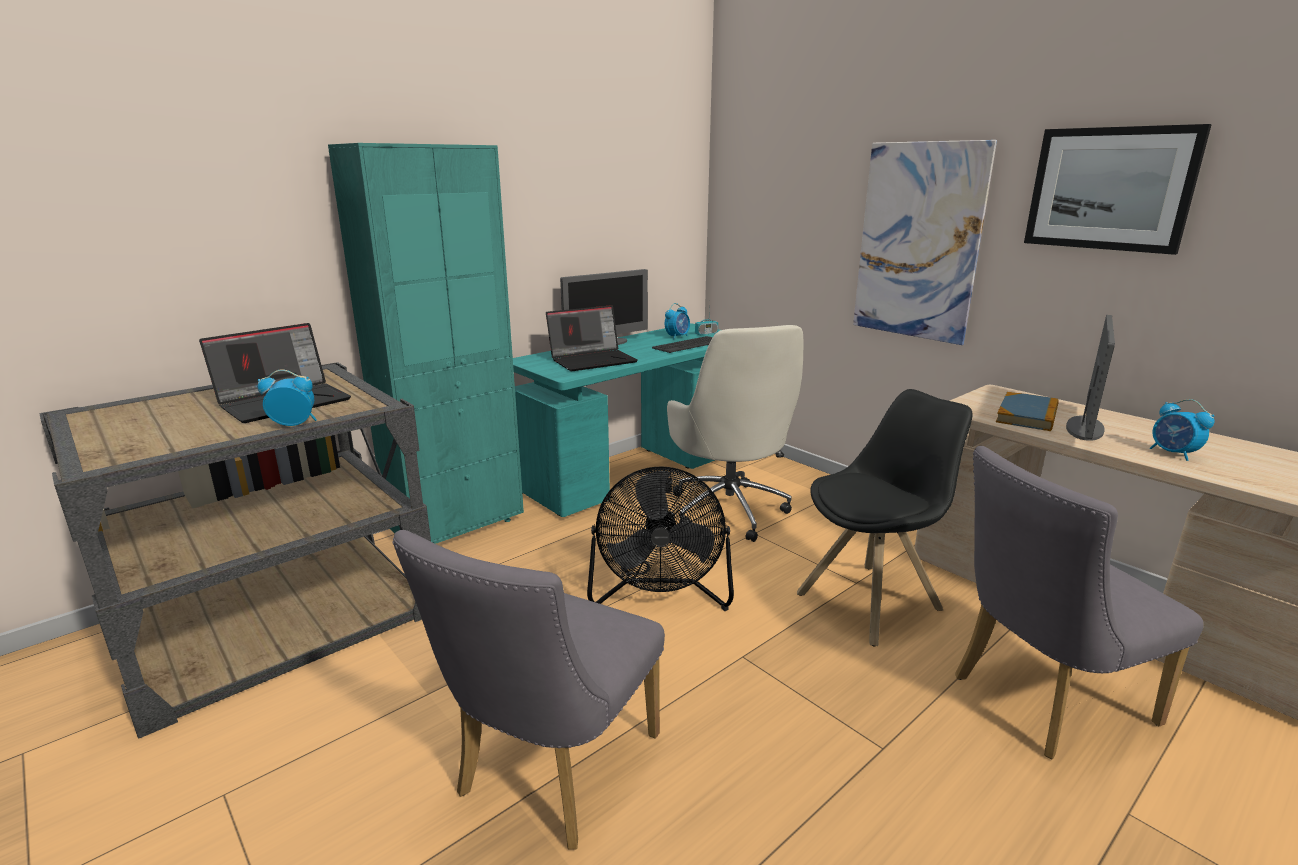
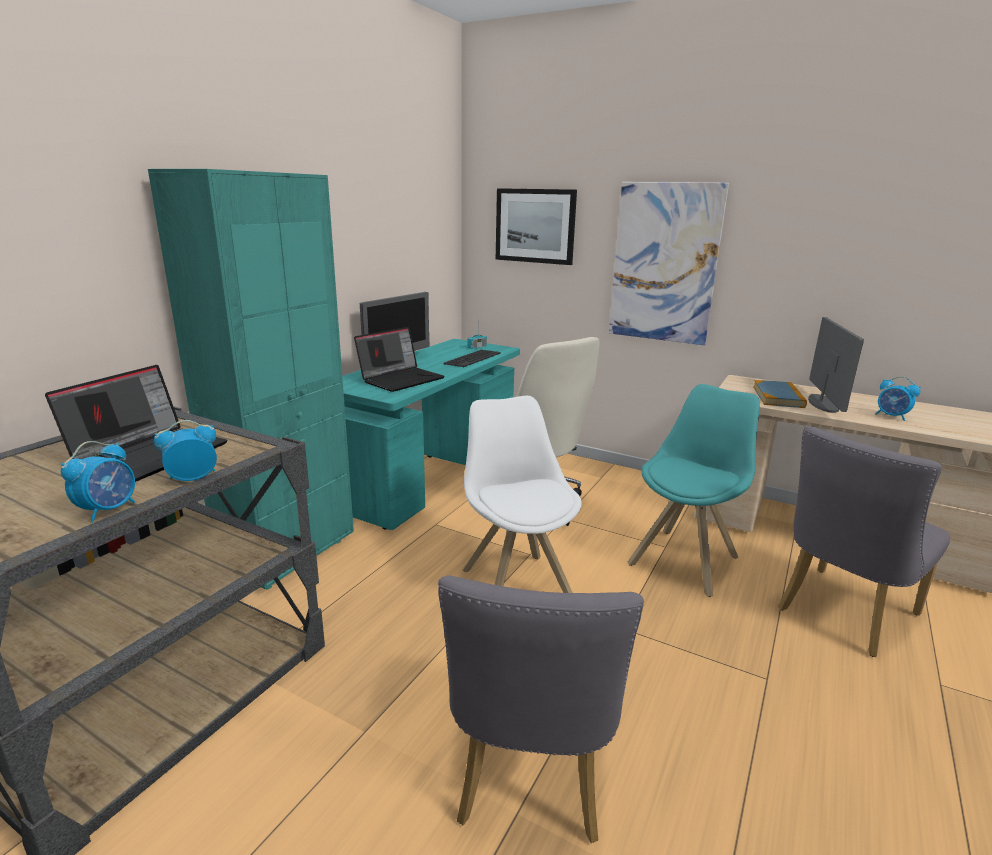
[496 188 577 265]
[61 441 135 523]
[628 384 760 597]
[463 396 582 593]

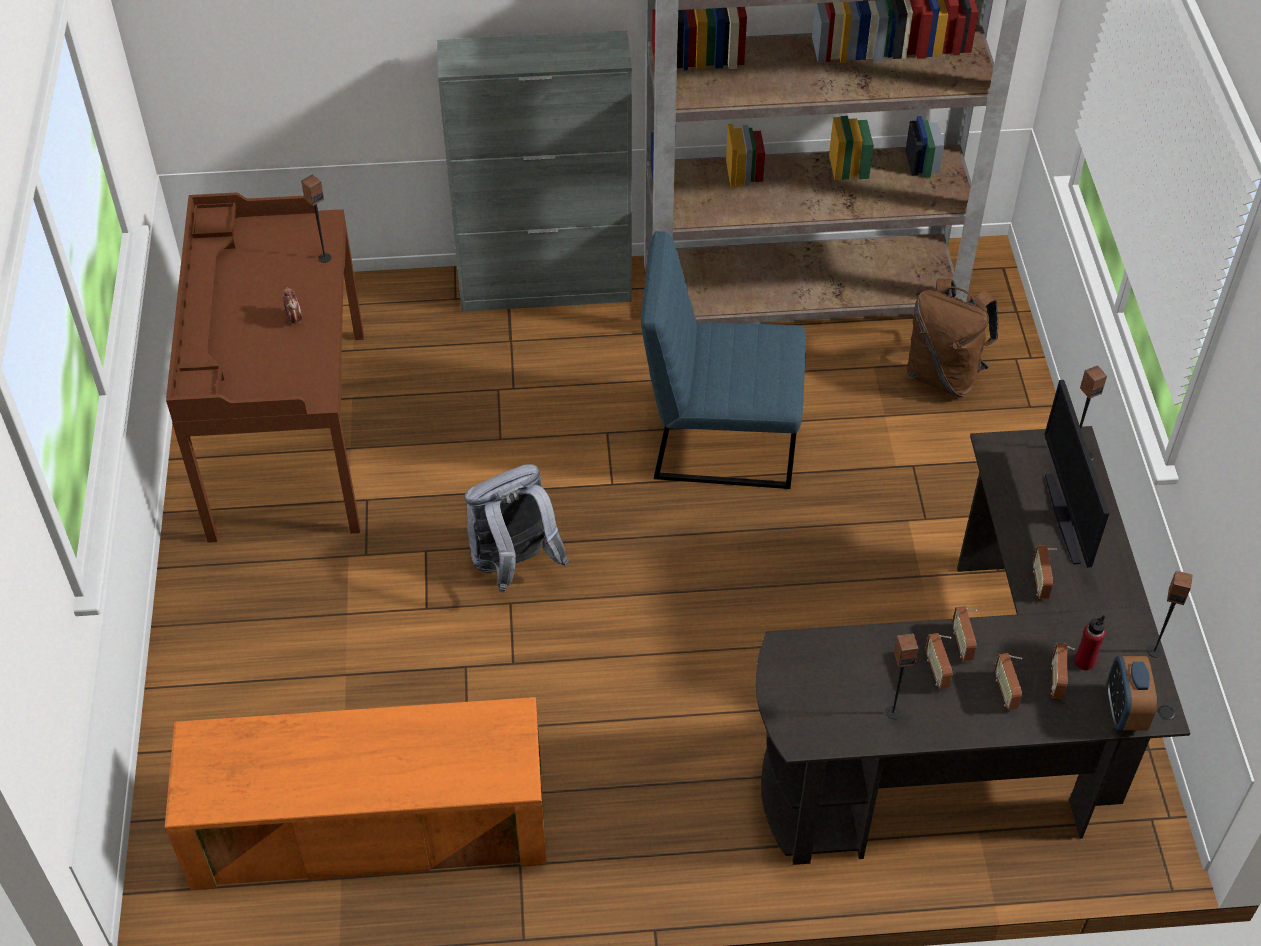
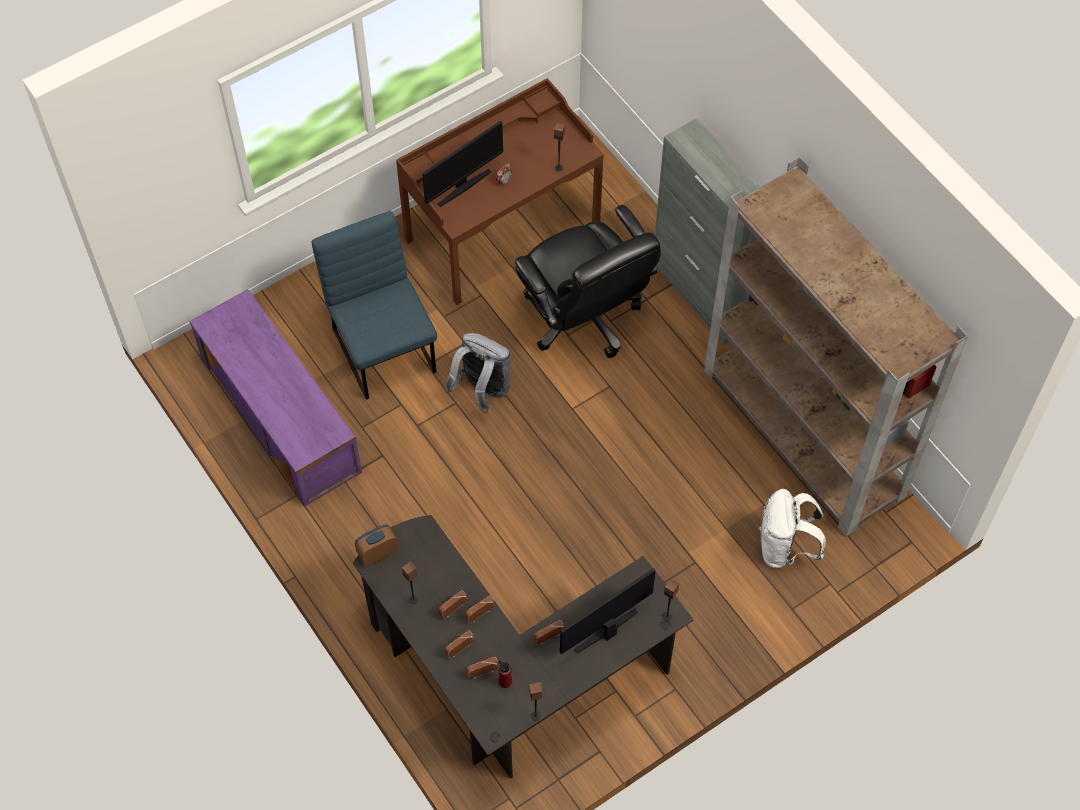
[312 211 437 400]
[759 489 826 568]
[355 525 398 566]
[189 289 362 507]
[422 121 503 207]
[515 205 661 358]

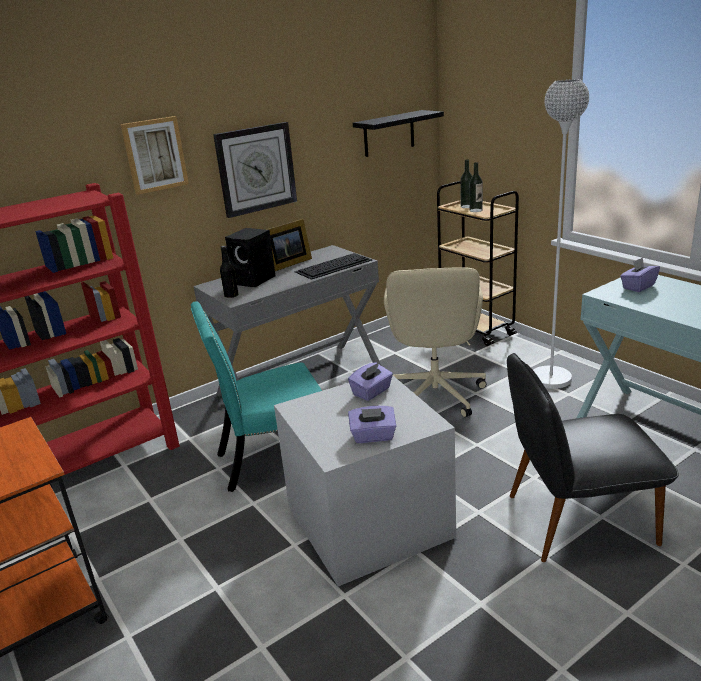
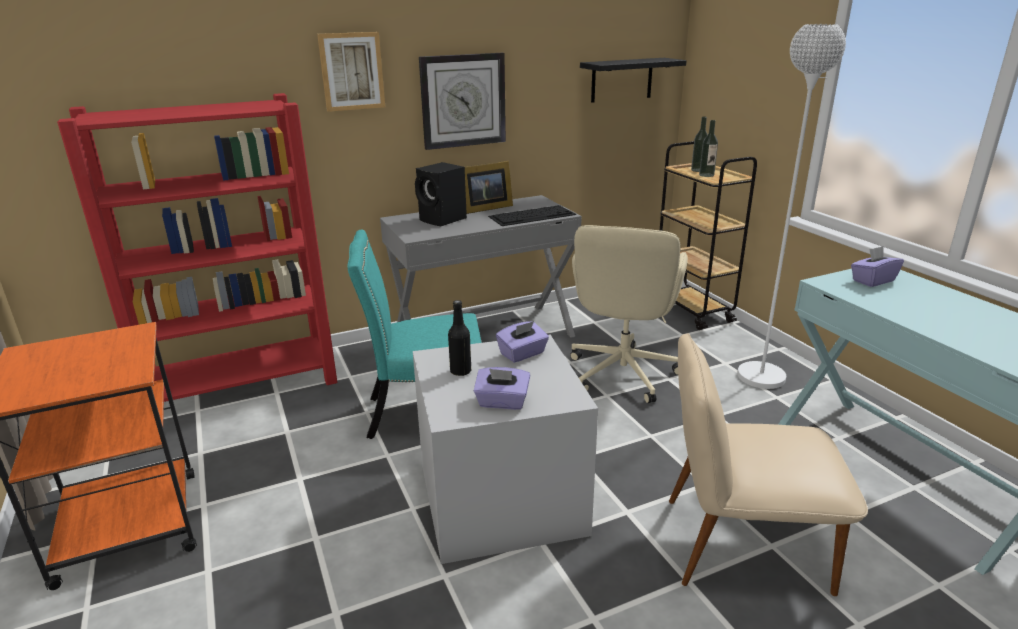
[448 300 471 376]
[669 333 868 596]

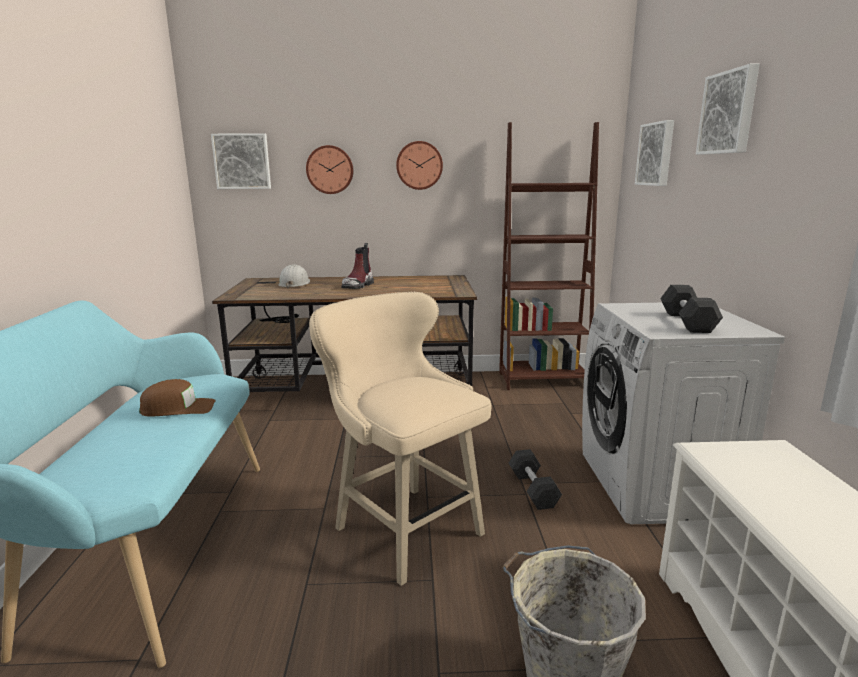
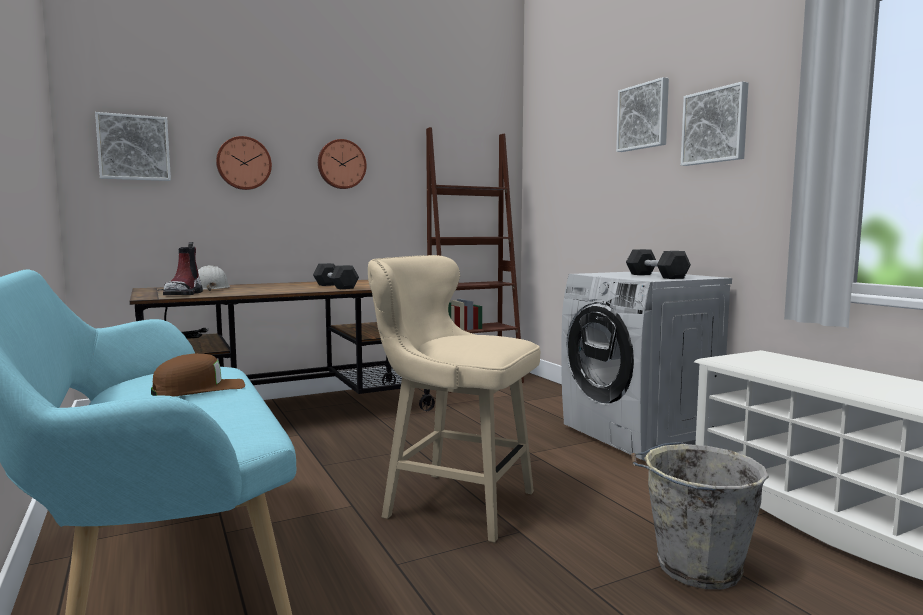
[681 81 748 166]
[163 242 203 295]
[313 263 359 289]

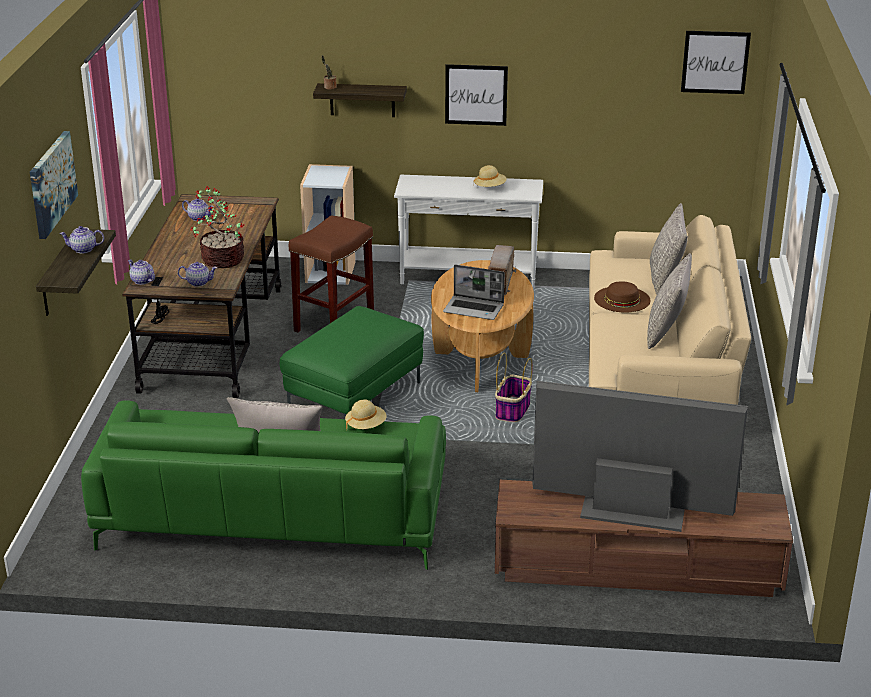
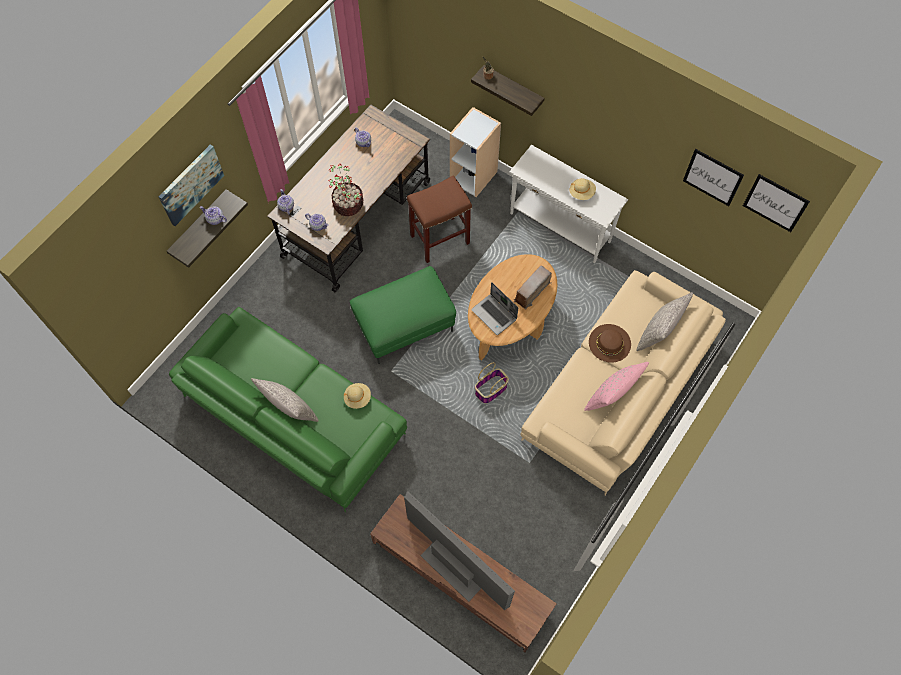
[683 149 744 206]
[584 362 649 411]

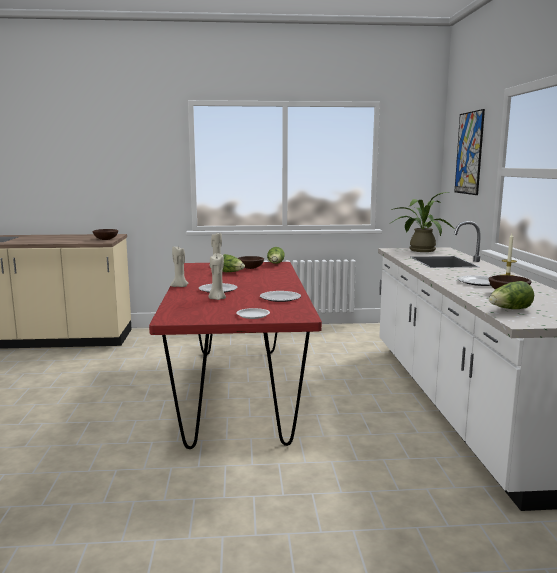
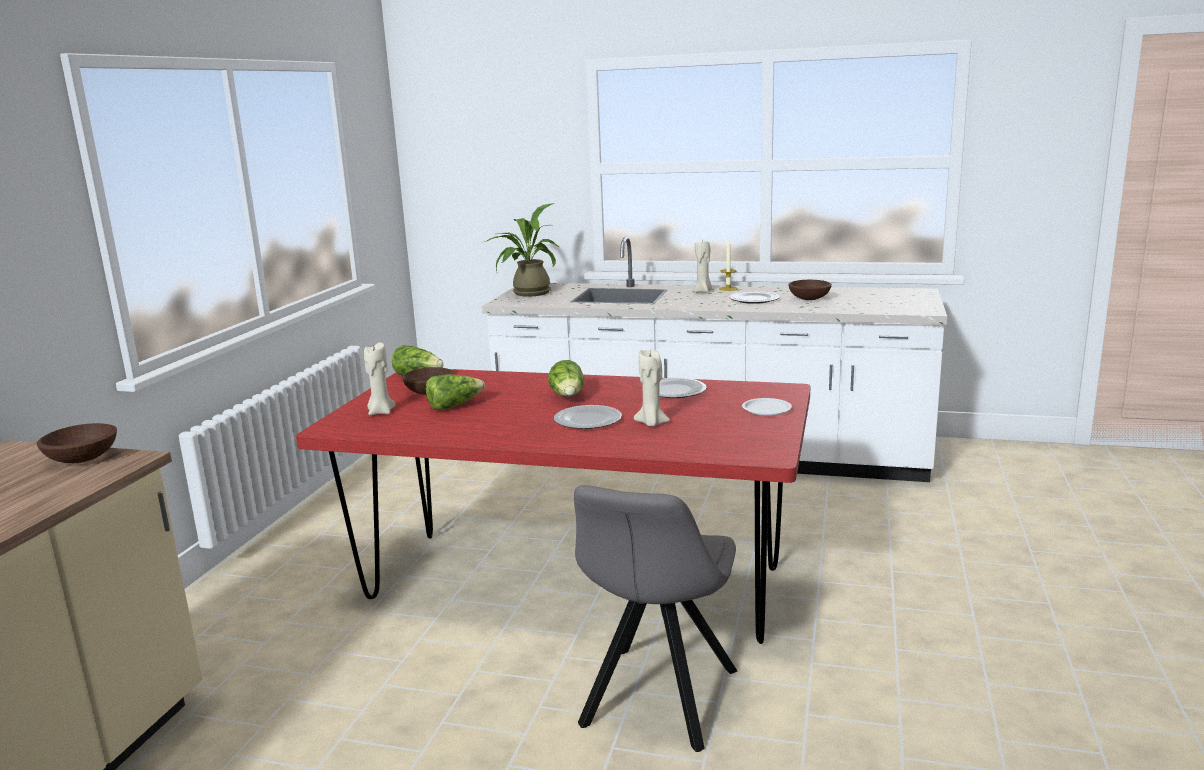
[454 109 485 195] (first image)
[694 239 712 293]
[548 360 585 397]
[574 485 737 752]

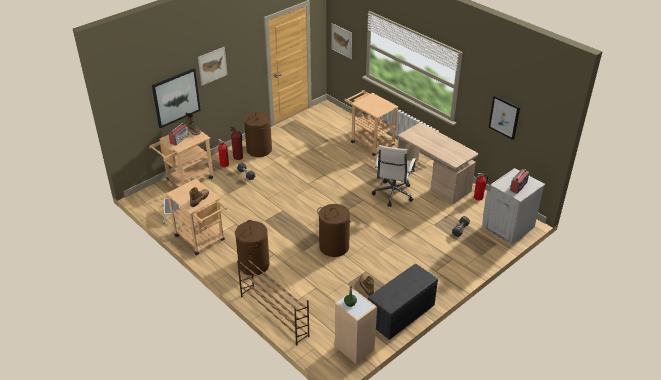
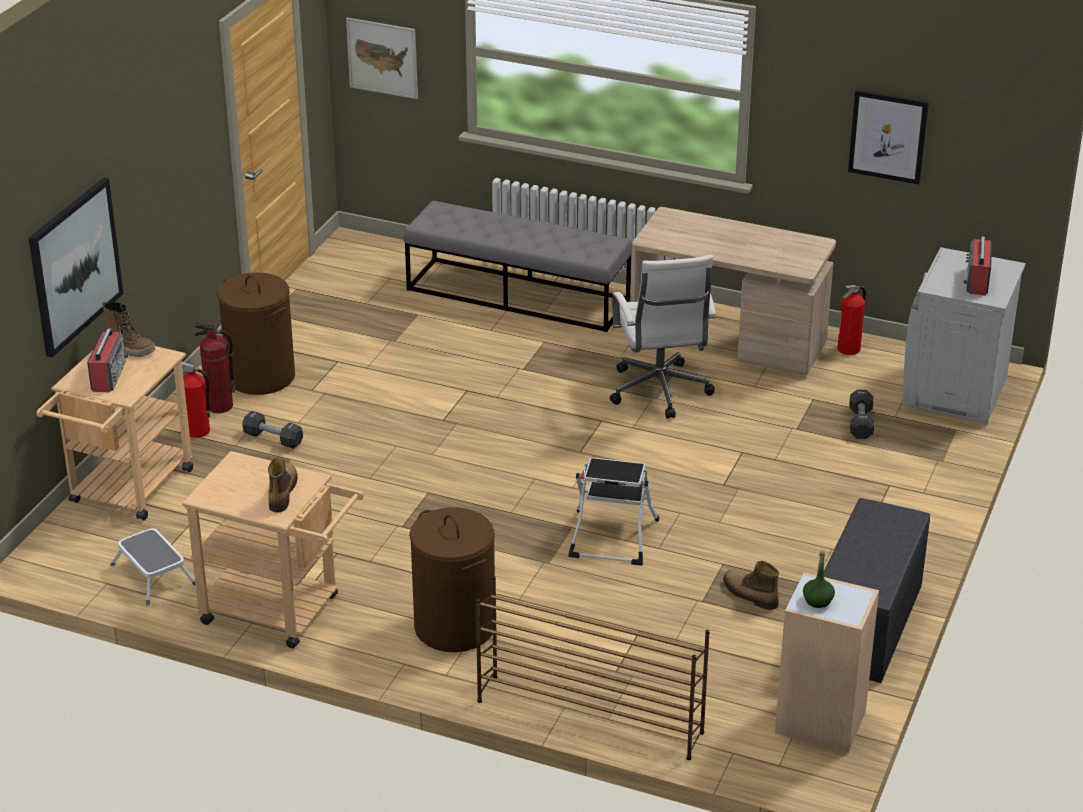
[198 47 228 86] (first image)
[404 201 632 332]
[568 458 660 566]

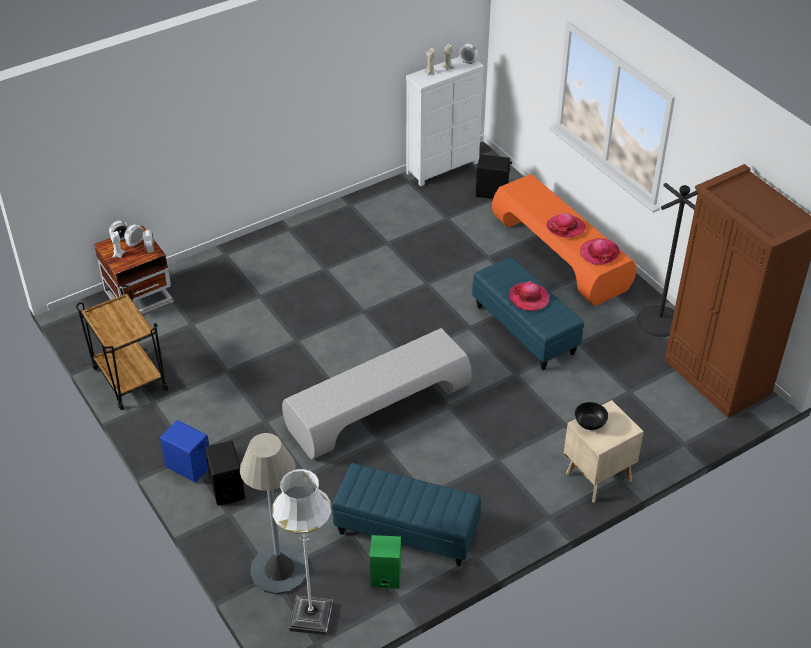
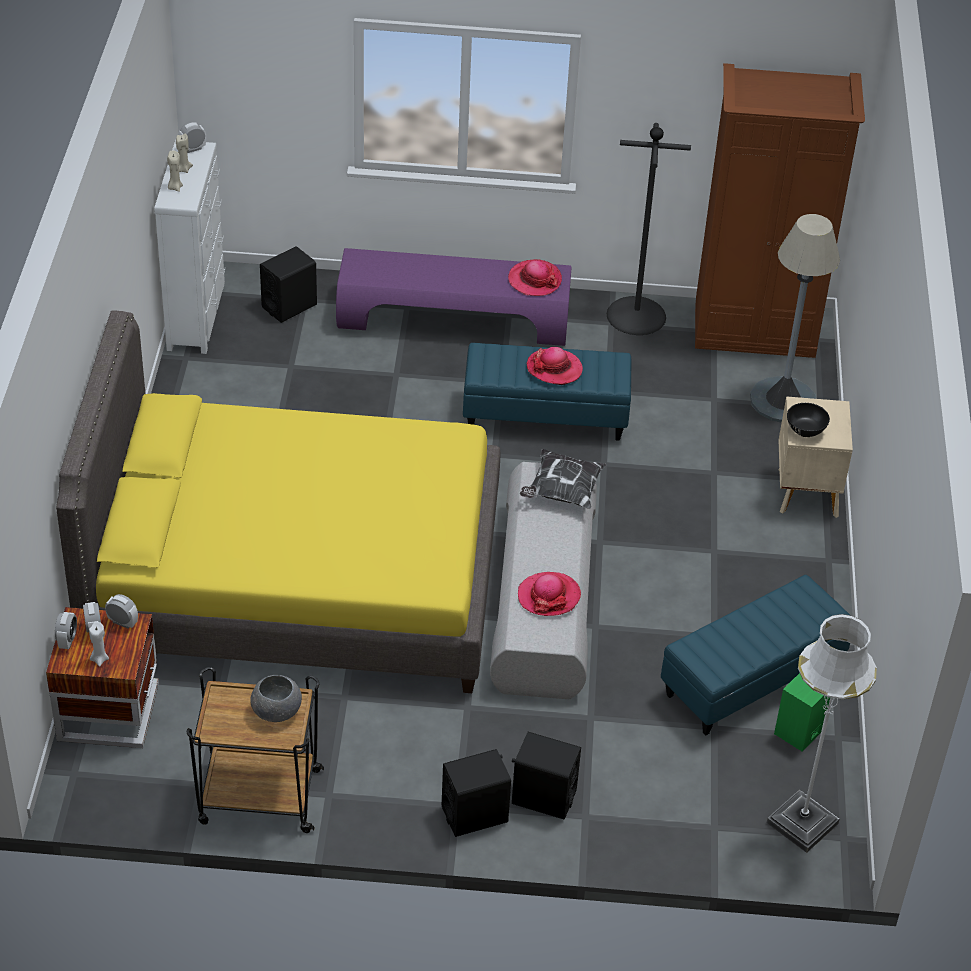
[336 248 572 346]
[518 572 581 616]
[442 749 511 837]
[750 214 840 423]
[56 310 500 693]
[520 449 607 509]
[250 675 302 722]

